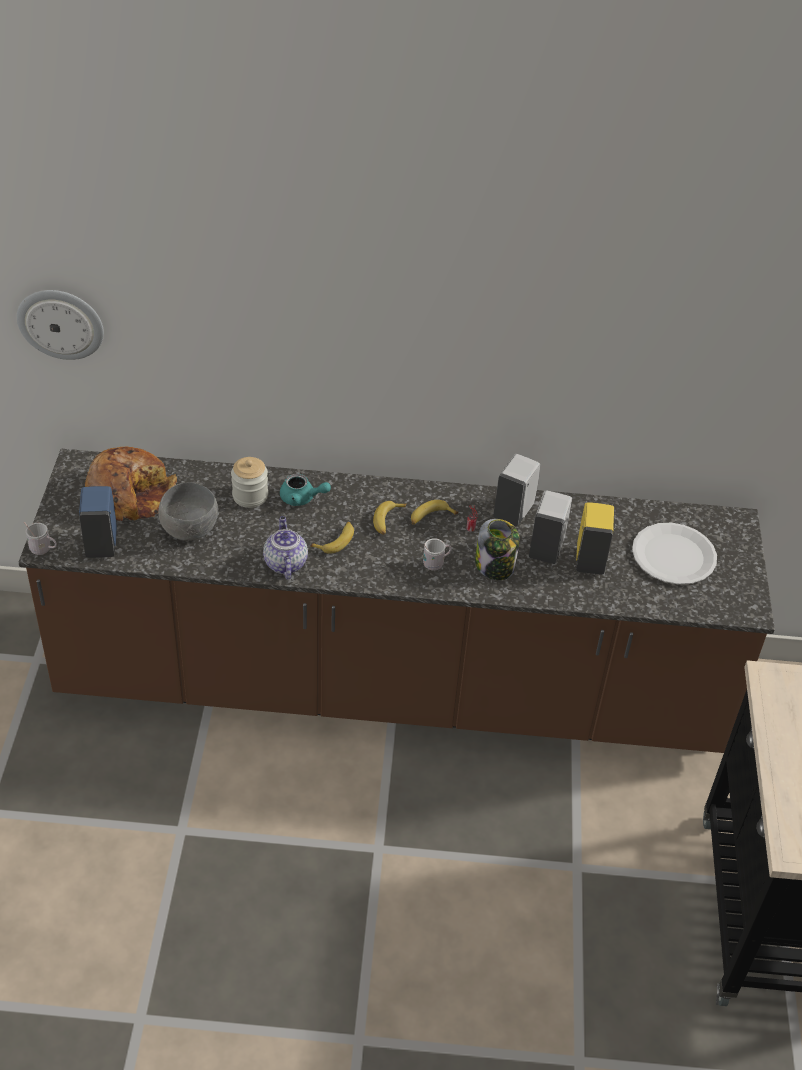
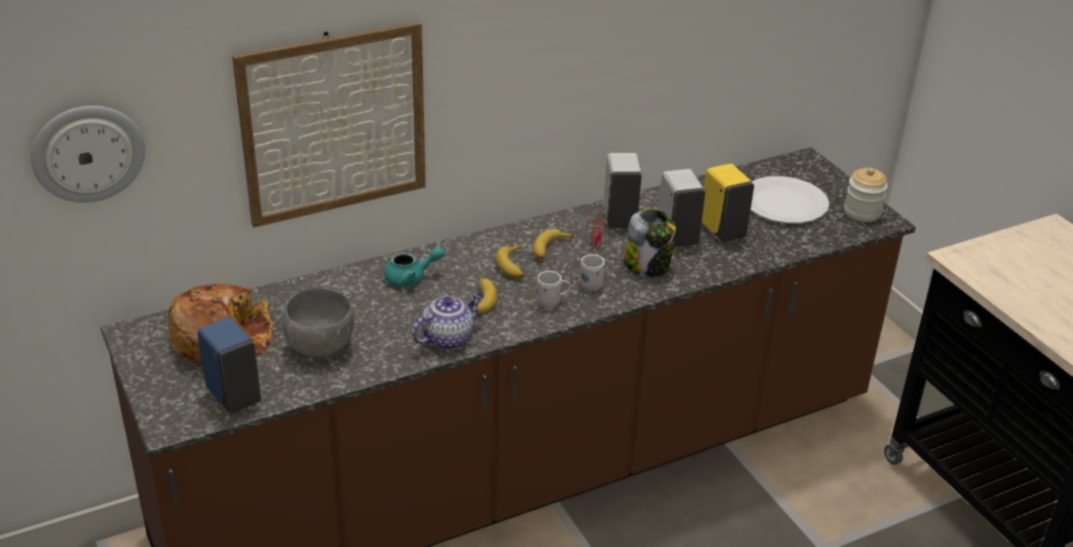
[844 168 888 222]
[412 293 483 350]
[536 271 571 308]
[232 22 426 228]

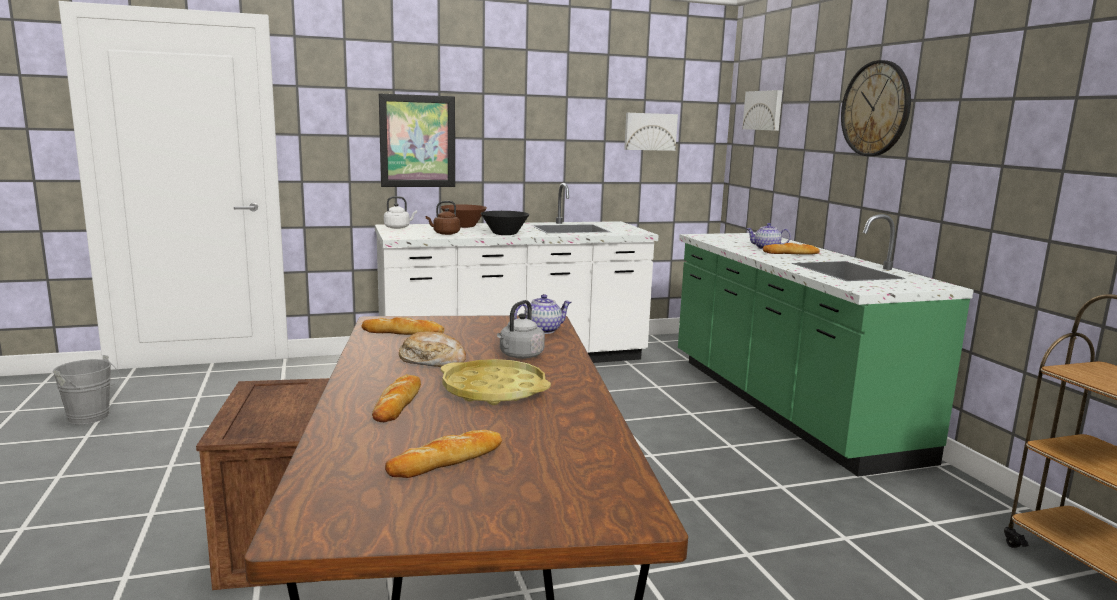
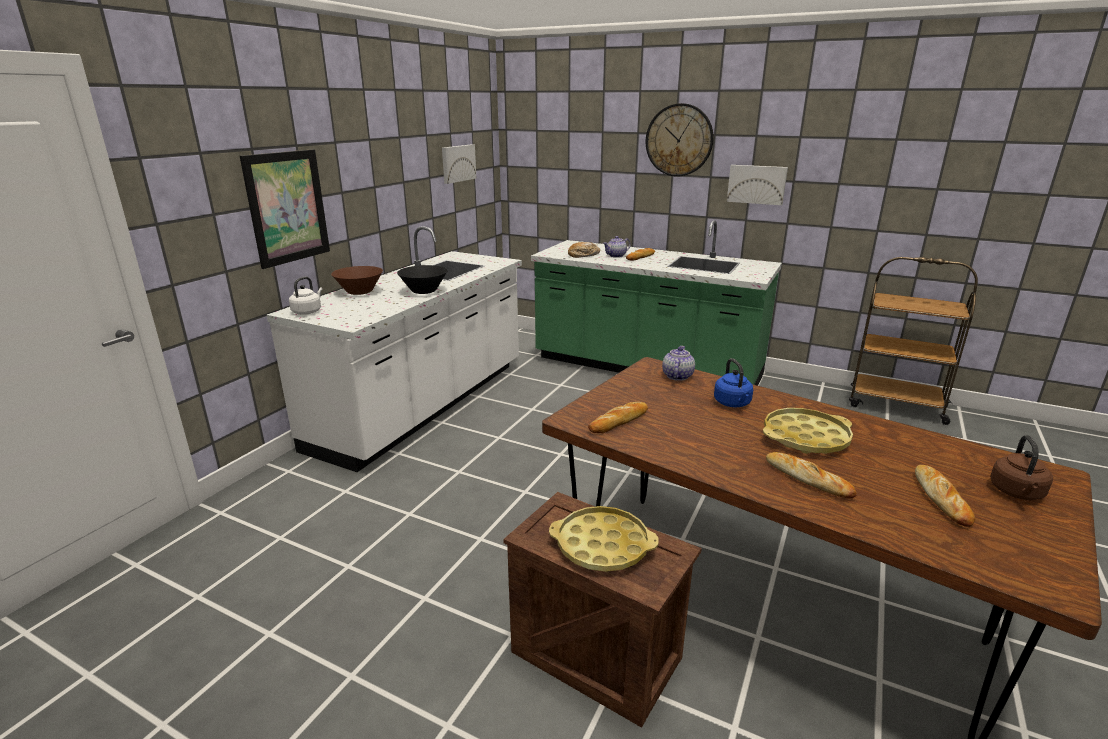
[727 165 788 205]
[990 435 1053 500]
[714 358 753 407]
[568 242 600 258]
[52 355 121 424] (first image)
[549 506 659 572]

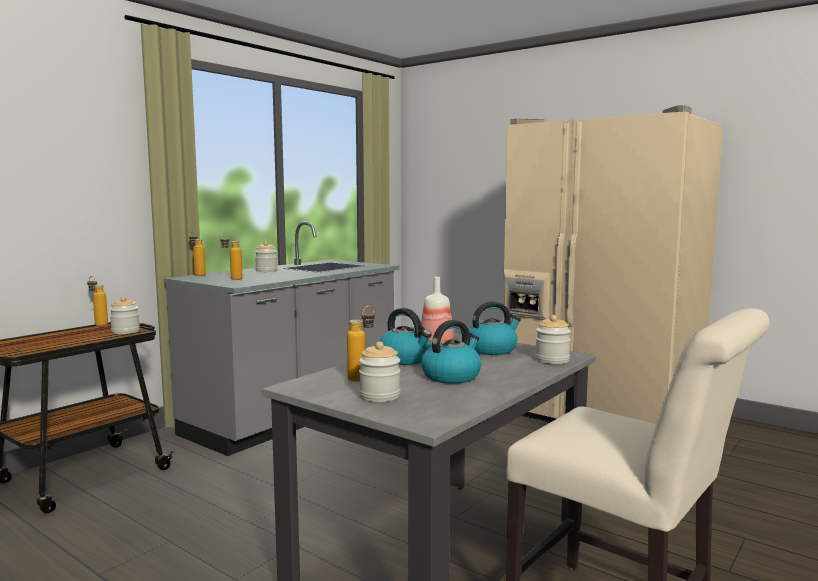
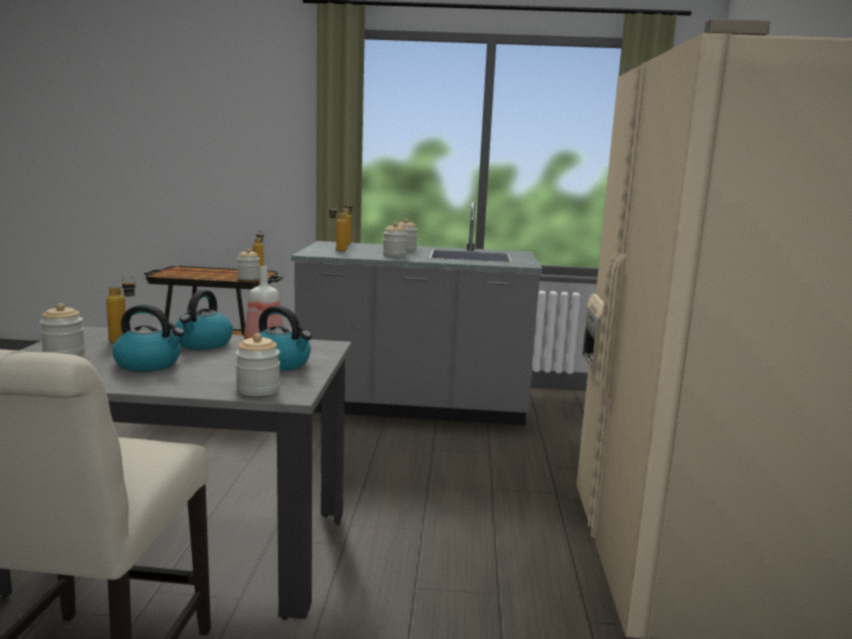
[383 223 408 257]

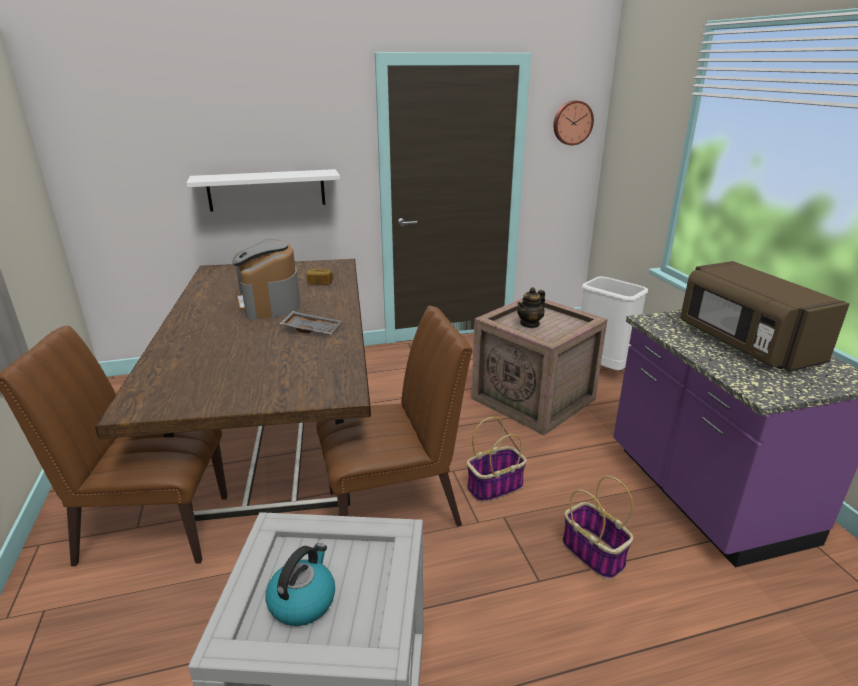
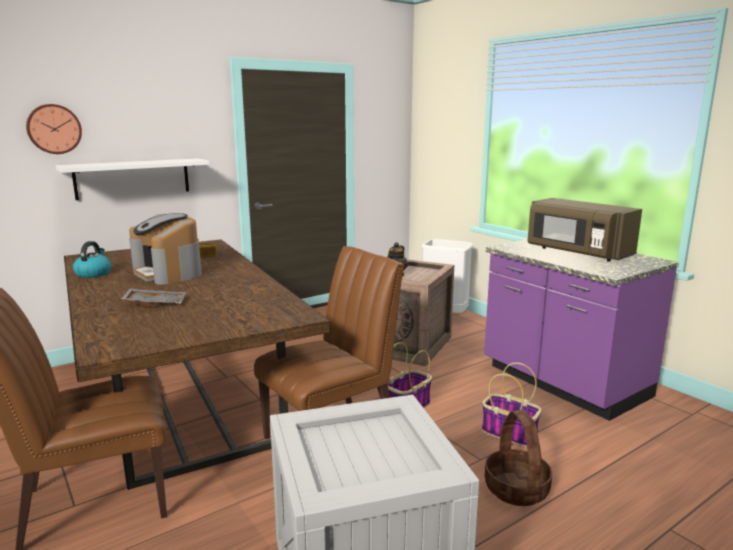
[26 104 82 154]
[122 288 186 307]
[73 241 111 278]
[485 410 552 506]

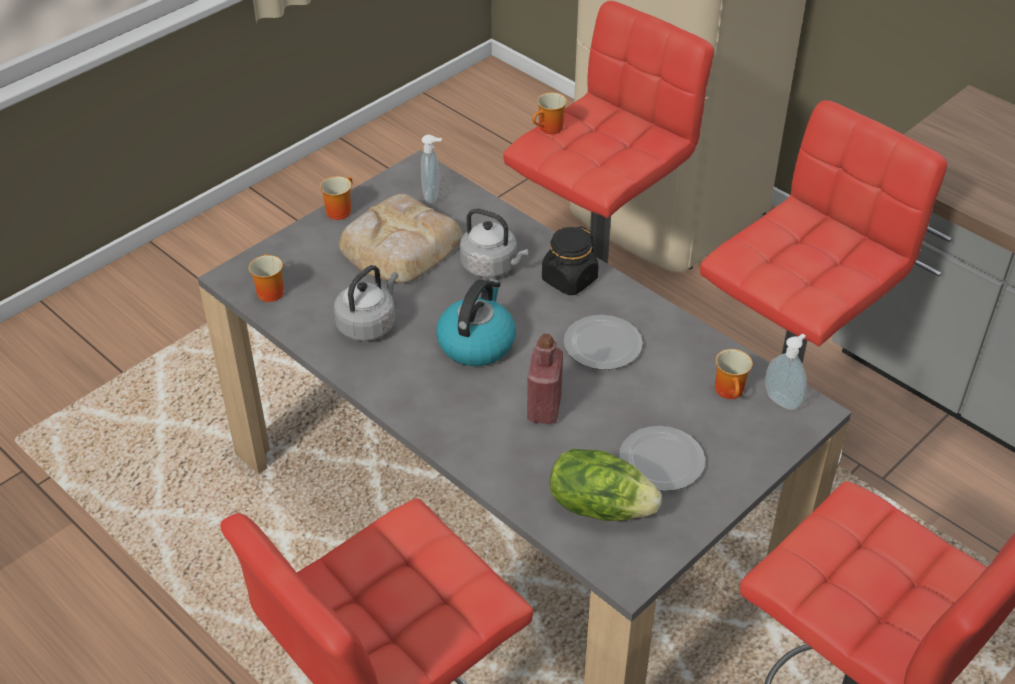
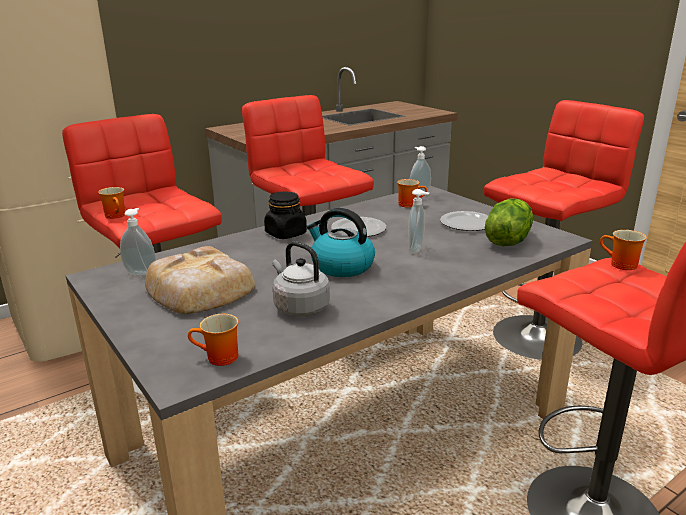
[600 230 647 270]
[460 209 529 278] (first image)
[408 189 430 253]

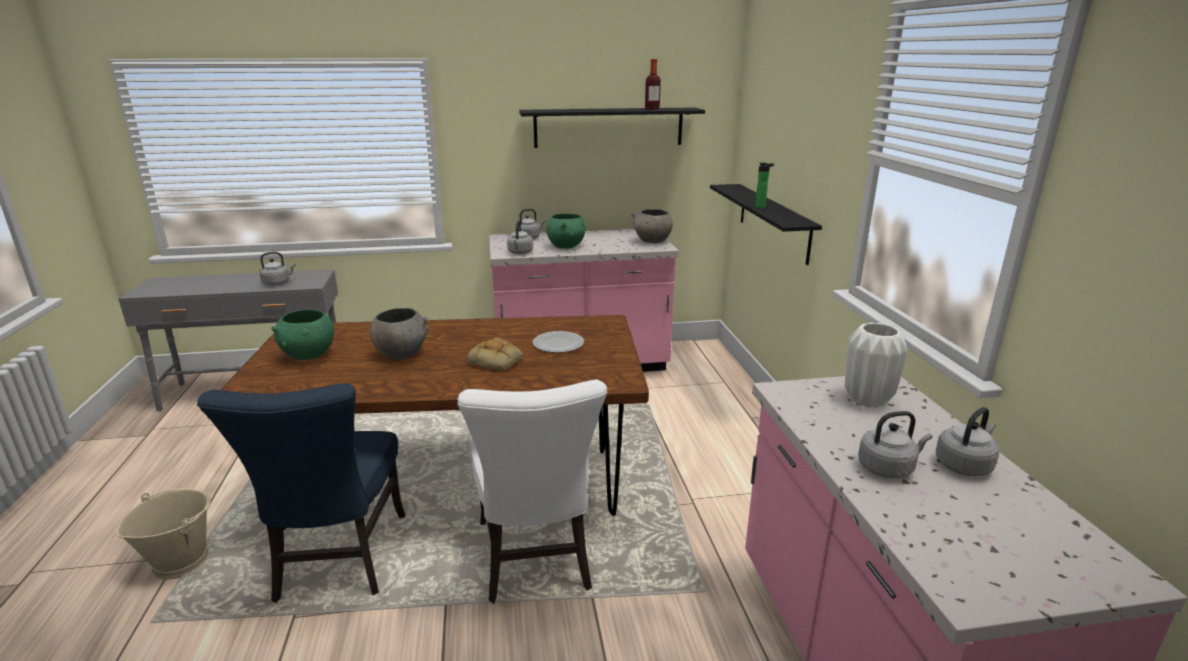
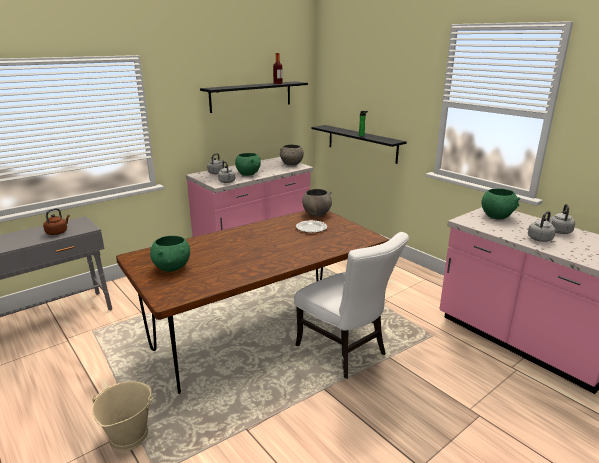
[43 208 70 235]
[302 189 332 217]
[482 188 520 219]
[467 337 523 371] (first image)
[197 383 405 603] (first image)

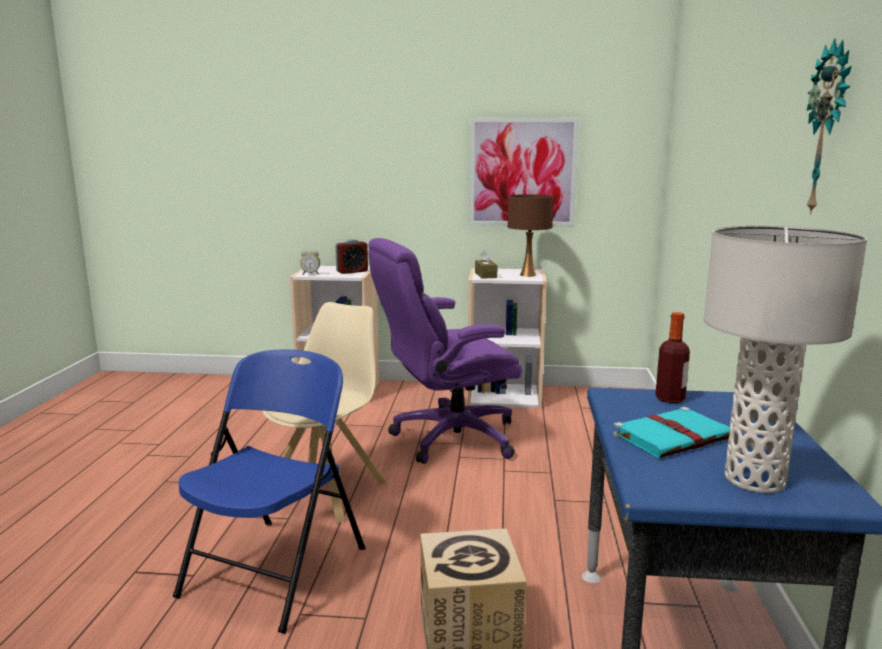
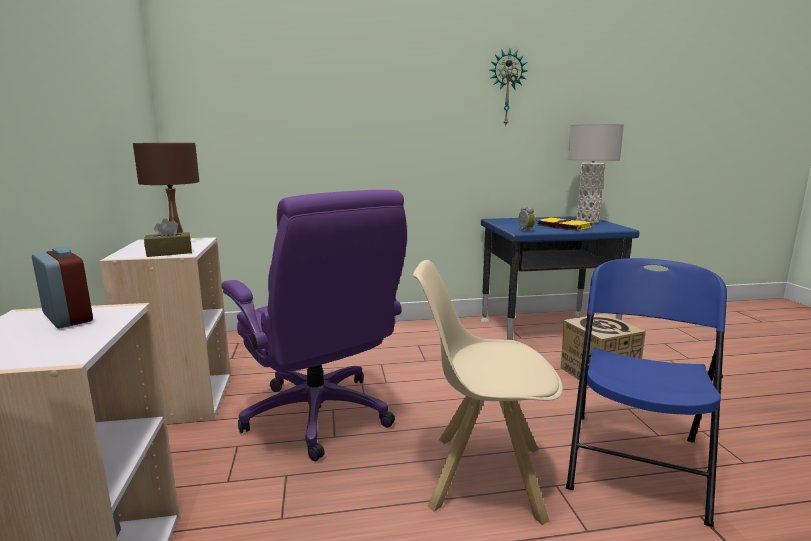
[469 118 579 227] (first image)
[518 206 535 232]
[655 312 690 403] (first image)
[566 258 727 527]
[536 218 593 231]

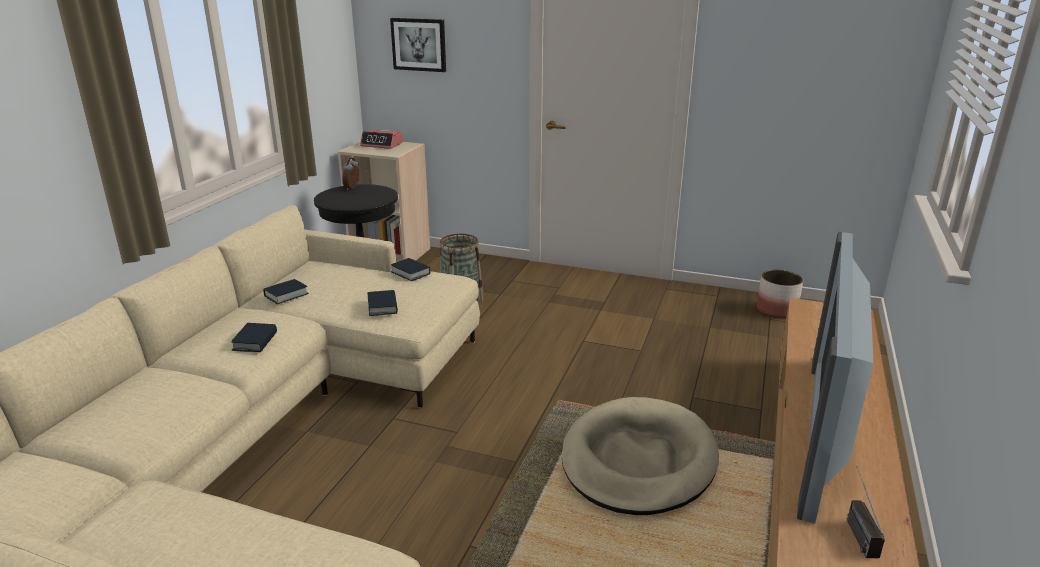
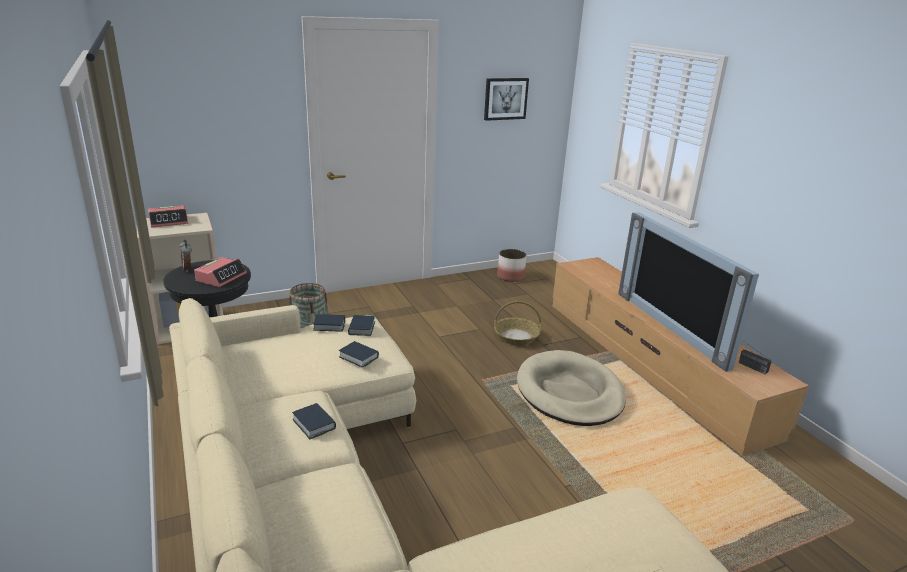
[484 78 529 121]
[348 315 375 336]
[194 257 247 287]
[494 301 541 345]

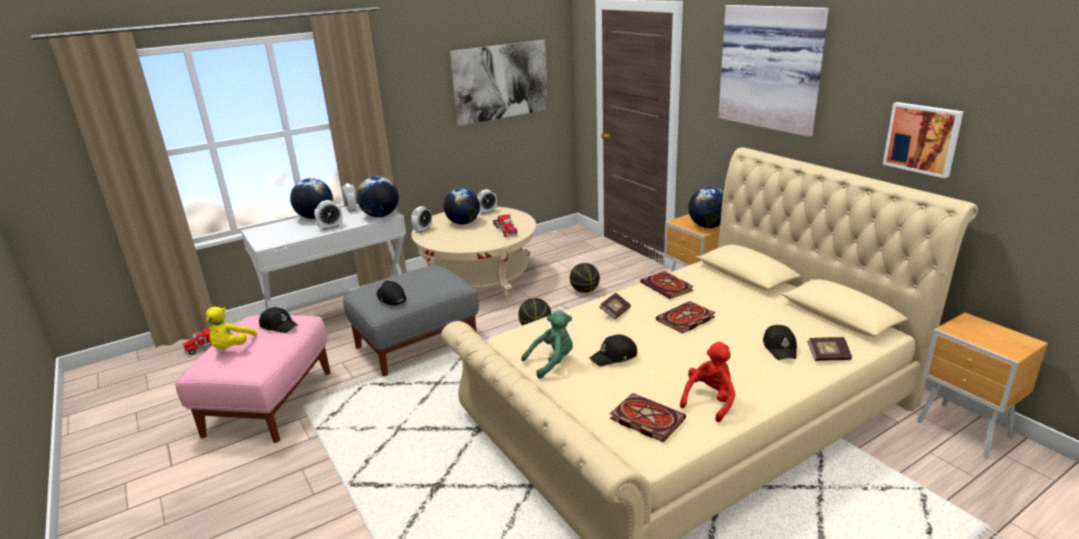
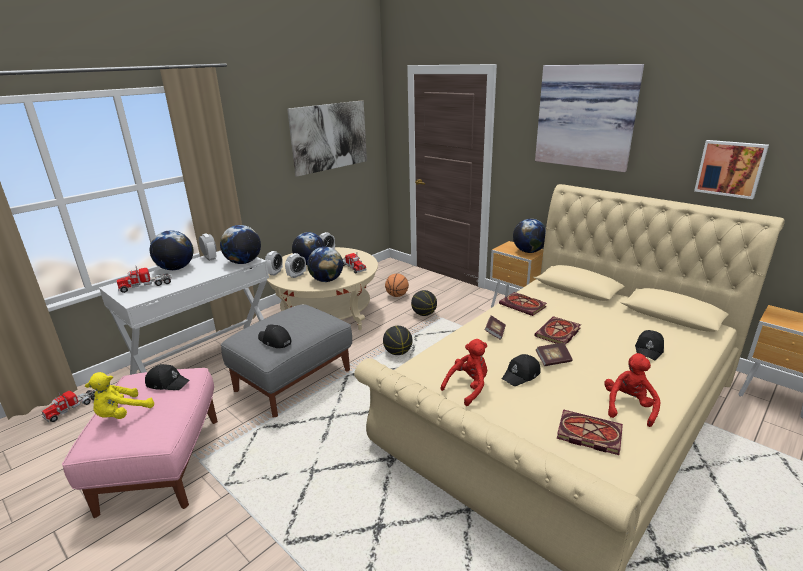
[285 253 306 278]
[85 372 154 419]
[440 339 487 406]
[635 330 664 360]
[536 343 573 366]
[307 247 343 282]
[117 266 172 293]
[385 273 409 297]

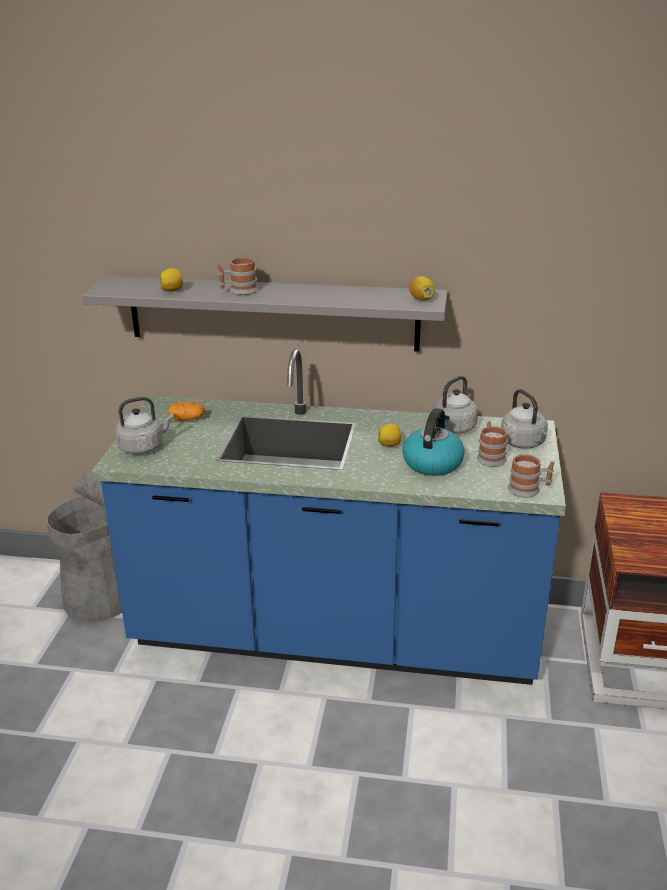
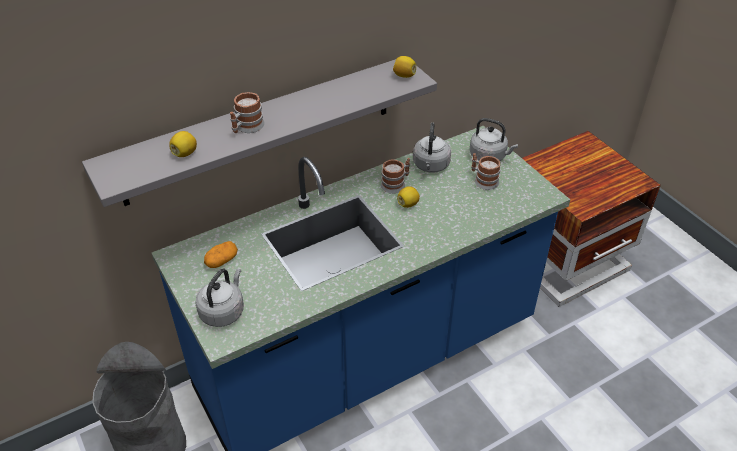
[402 408 465 476] (first image)
[381 158 410 194]

